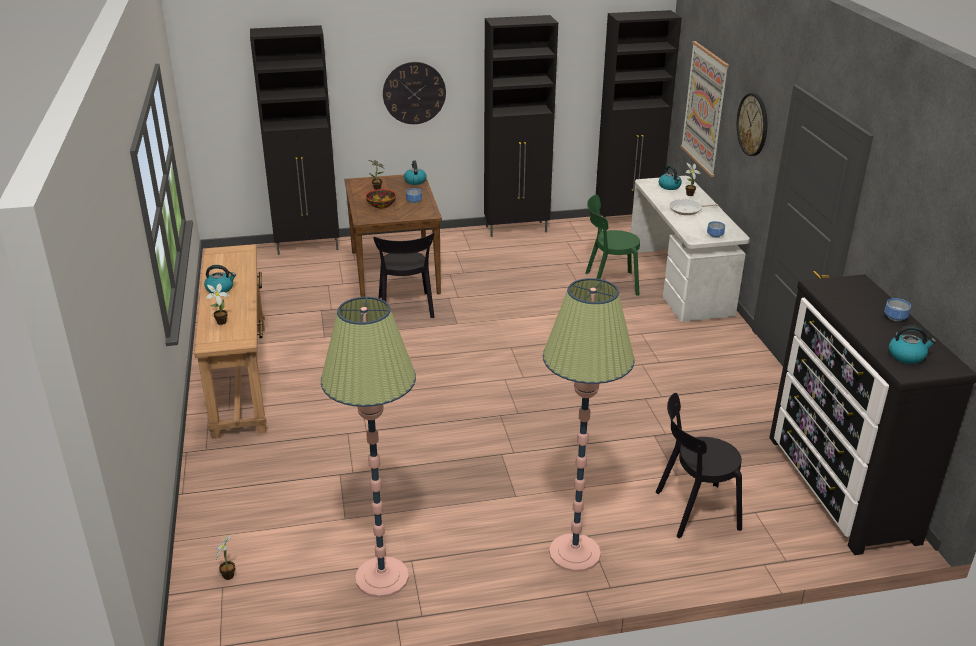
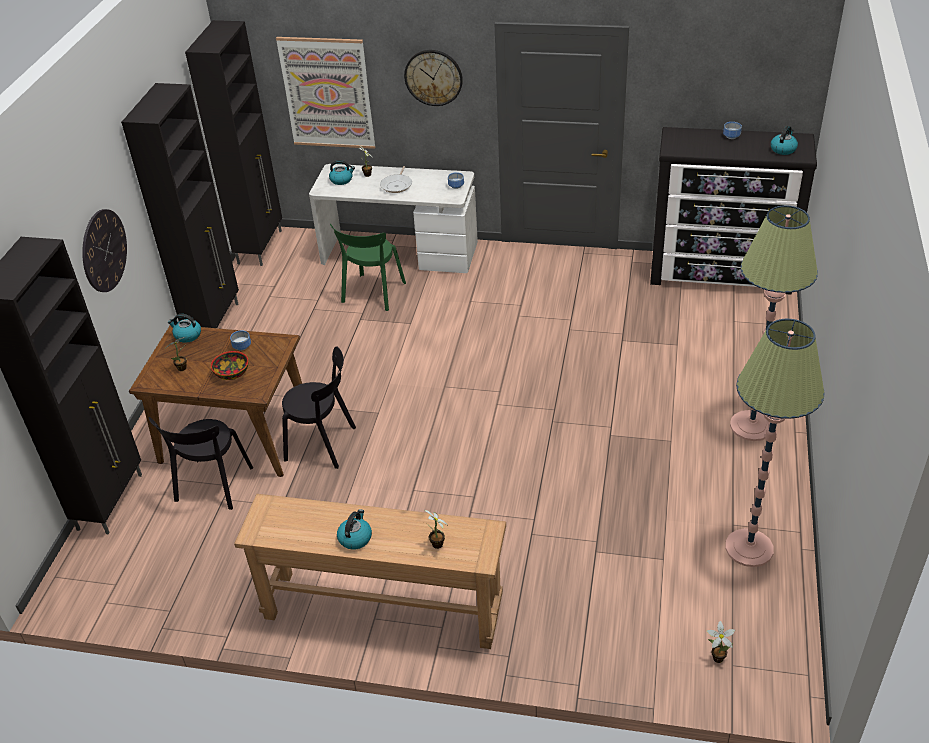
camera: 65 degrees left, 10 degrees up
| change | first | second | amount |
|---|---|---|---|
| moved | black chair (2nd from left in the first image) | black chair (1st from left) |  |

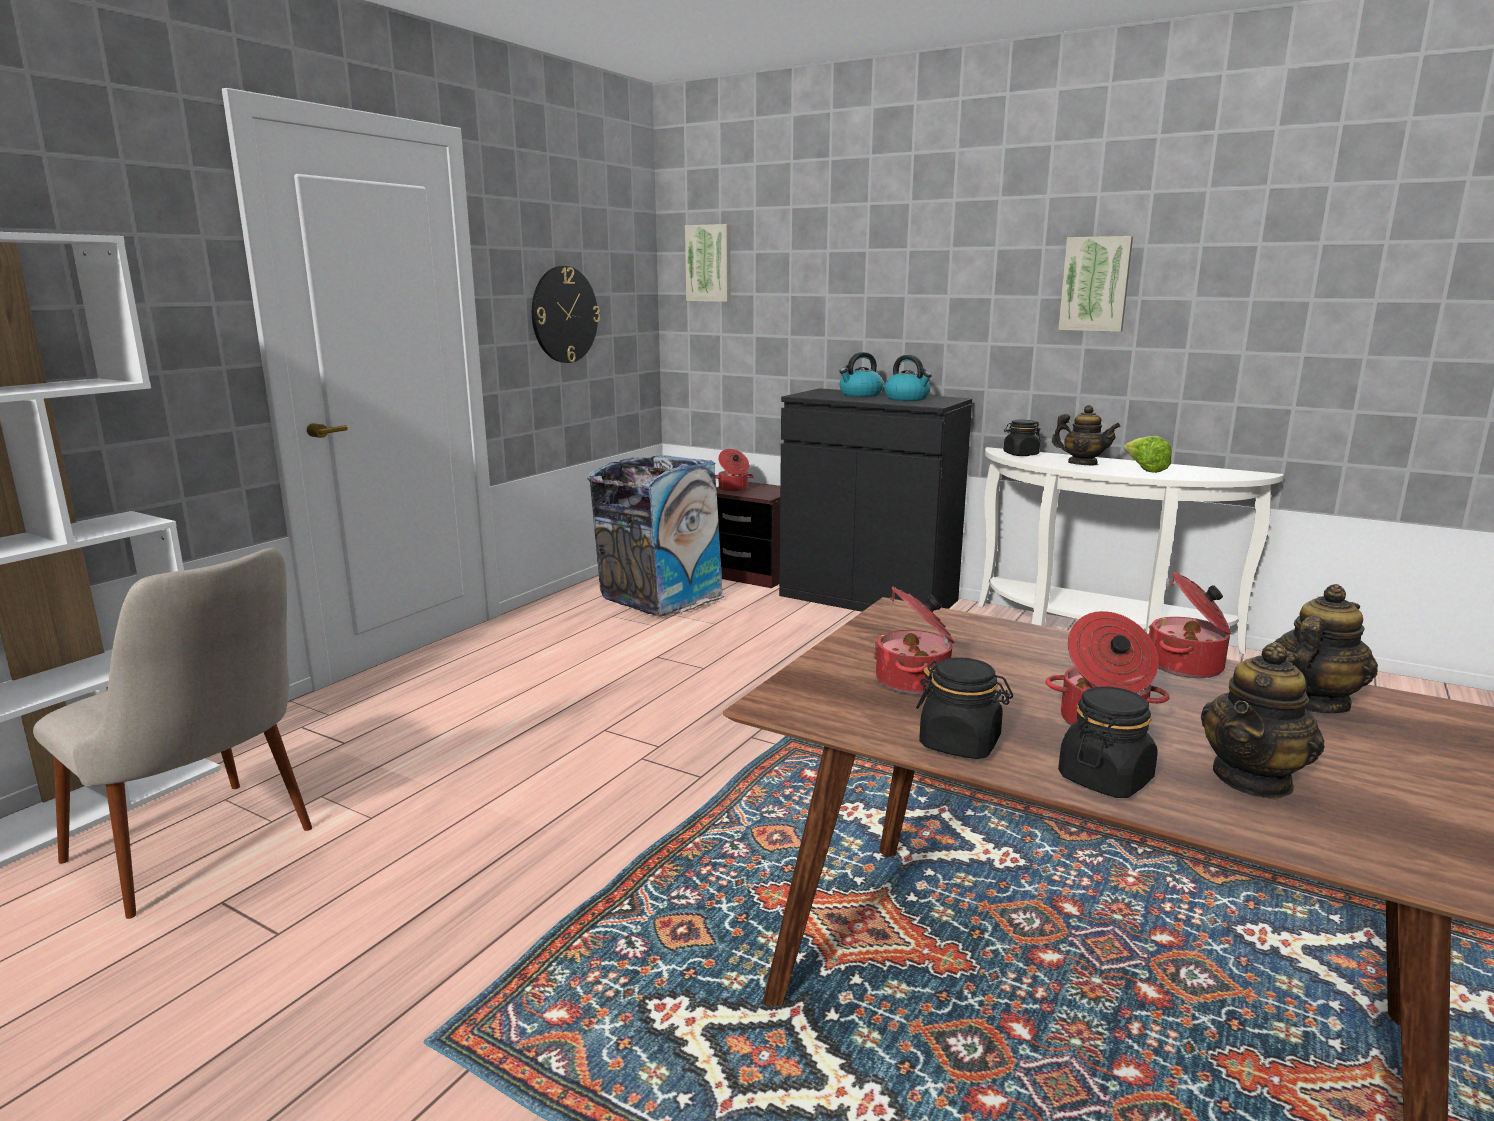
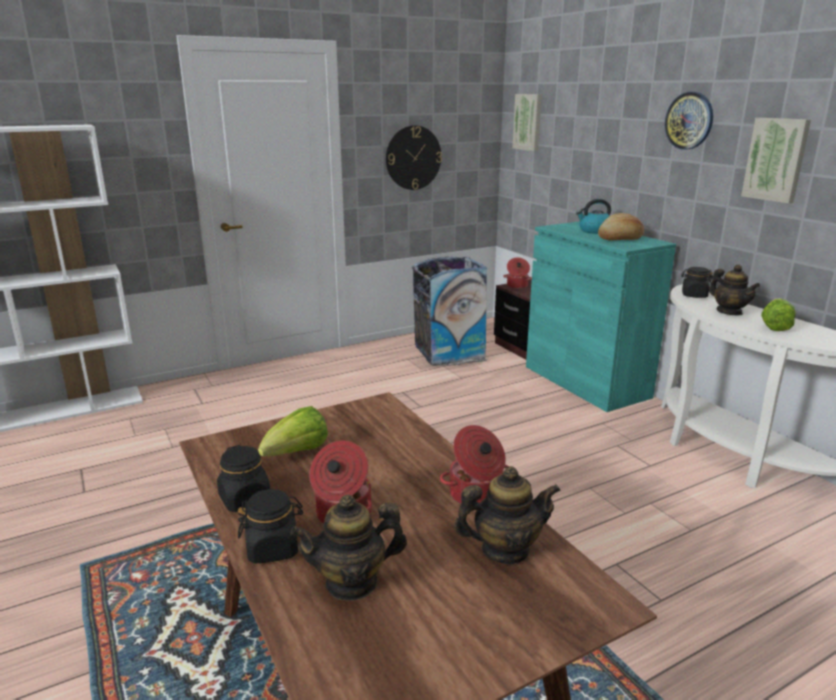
camera: 30 degrees right, 5 degrees up
| change | first | second | amount |
|---|---|---|---|
| replaced | kettle (2nd from left) | bread |  |
| recoloured | black cabinet | turquoise cabinet |  |
| removed | beige chair |  |  |
| replaced | cooking pot (2nd from left) | lettuce (1st from left) |  |
| added |  | wall clock (2nd from left) |  |

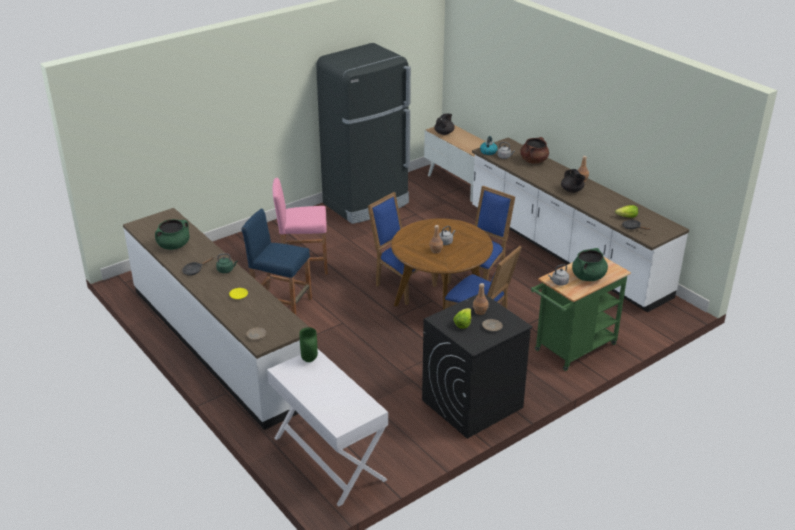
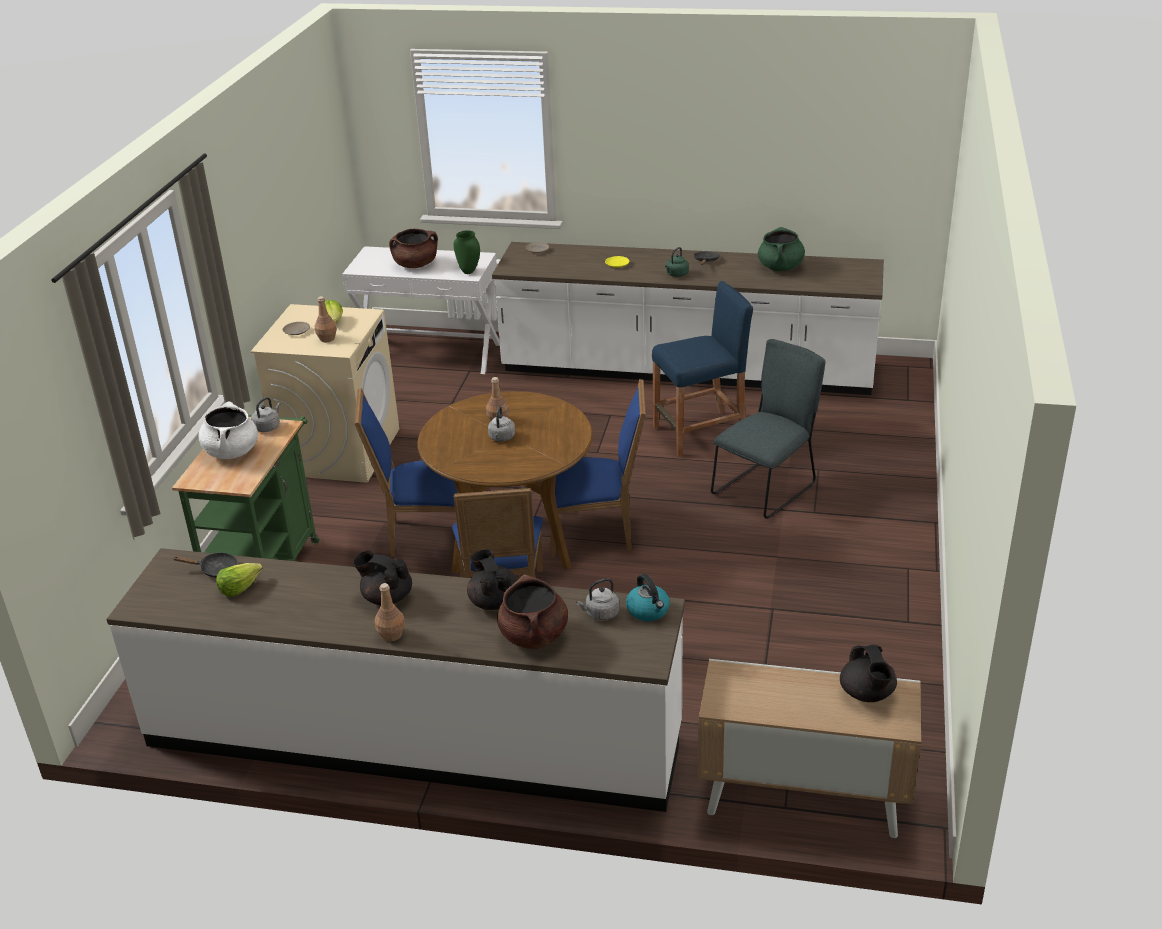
camera: 140 degrees right, 0 degrees up
| change | first | second | amount |
|---|---|---|---|
| removed | black fridge |  |  |
| replaced | pink stool | grey chair |  |
| recoloured | green cooking pot (2nd from left) | white cooking pot |  |
| recoloured | black washing machine | beige washing machine |  |
| added |  | brown cooking pot (1st from left) |  |
| added |  | black teapot (2nd from left) |  |

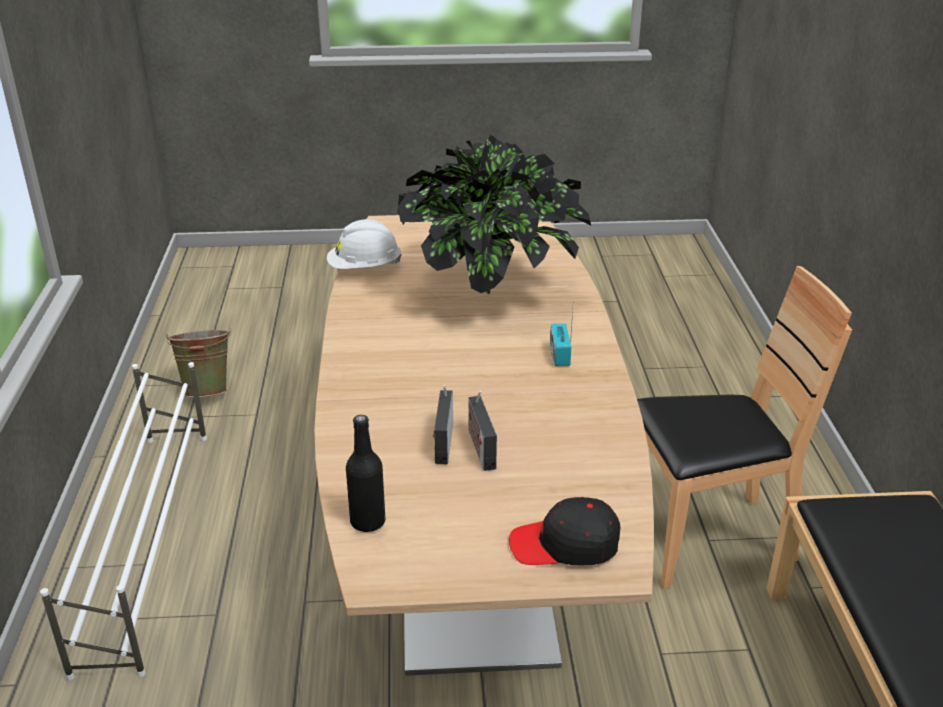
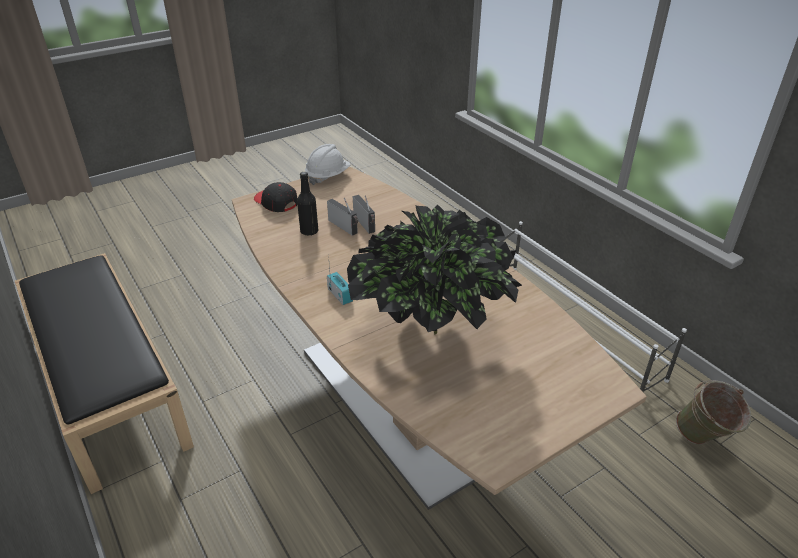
camera: 150 degrees right, 5 degrees up
| change | first | second | amount |
|---|---|---|---|
| moved | white hard hat |  |  |
| removed | brown chair |  |  |
| moved | black bottle |  |  |
| turned | black cap |  | 105 degrees counterclockwise |

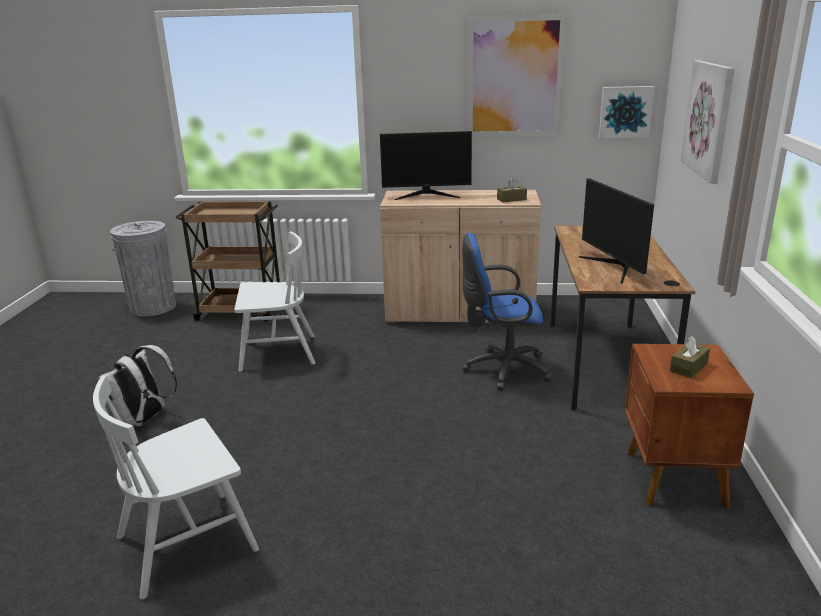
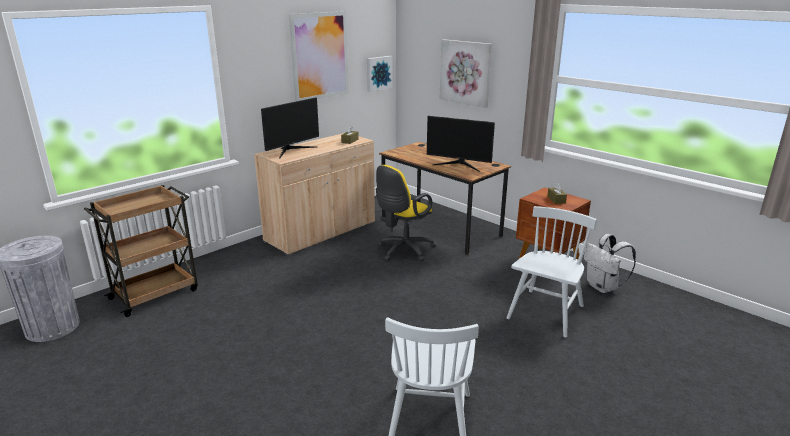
camera: 50 degrees left, 0 degrees up
| change | first | second | amount |
|---|---|---|---|
| moved | white chair (2nd from left) |  |  |
| recoloured | blue office chair | yellow office chair |  |
| moved | white backpack |  |  |

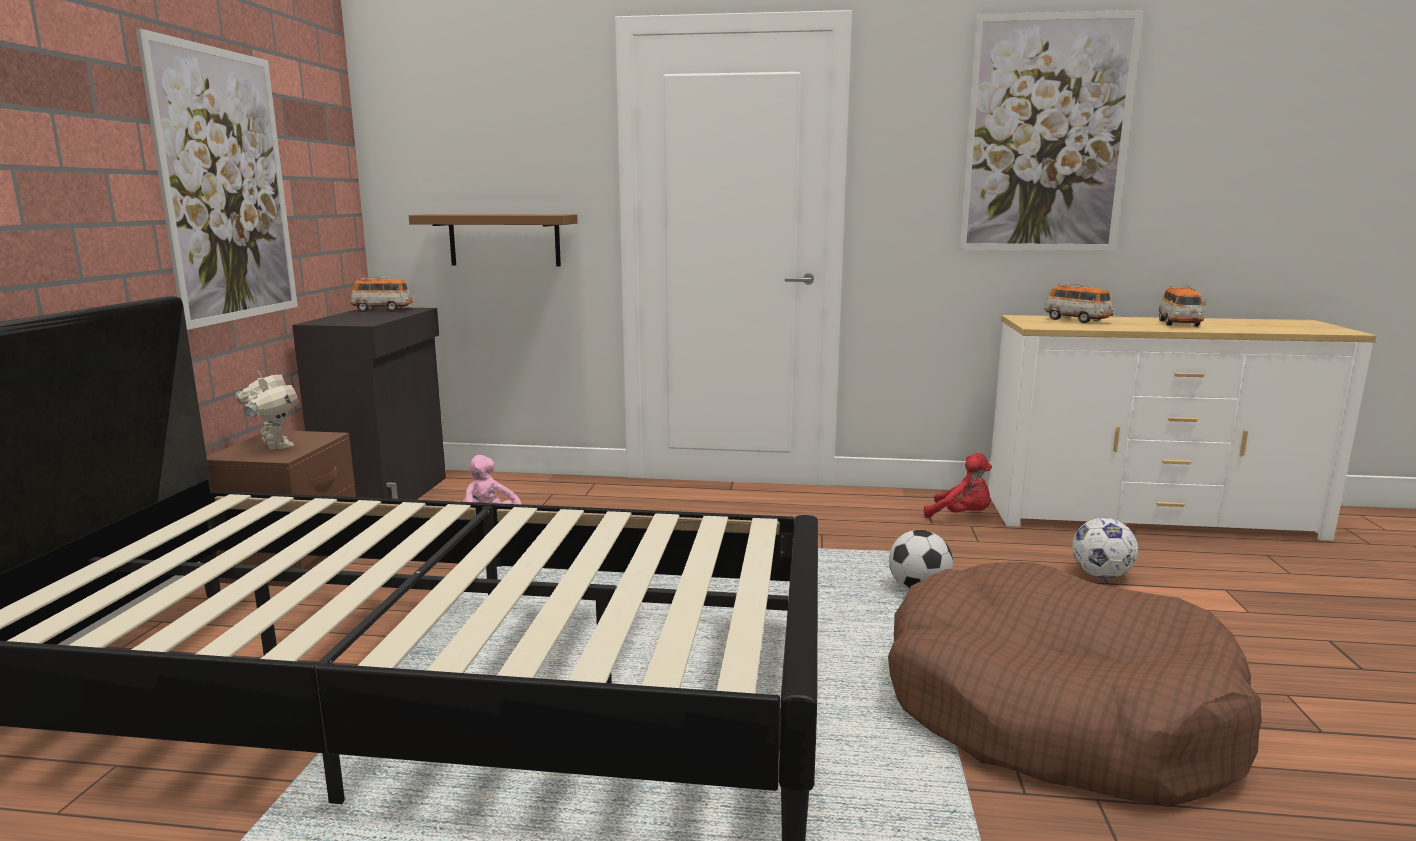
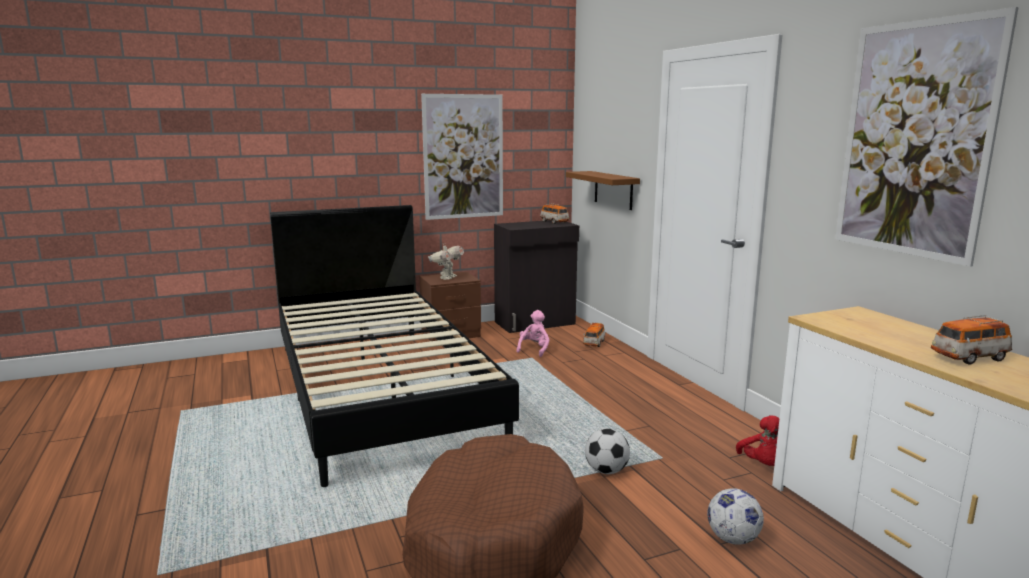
camera: 60 degrees right, 0 degrees up
| change | first | second | amount |
|---|---|---|---|
| moved | toy car (2nd from left) |  |  |

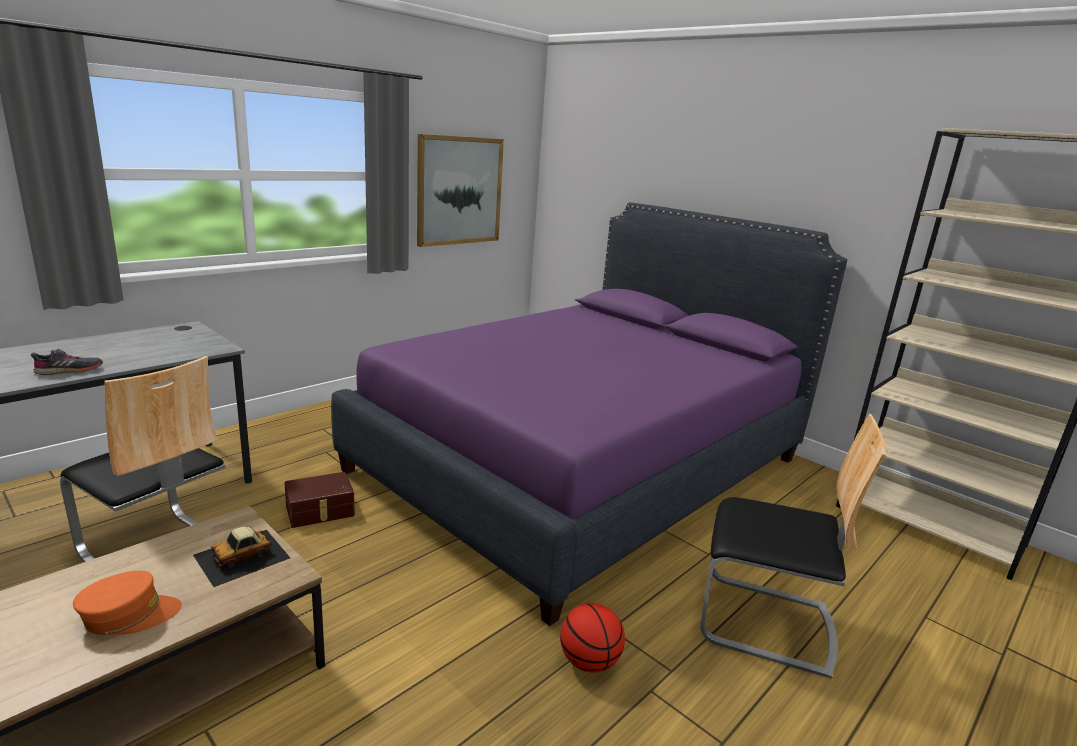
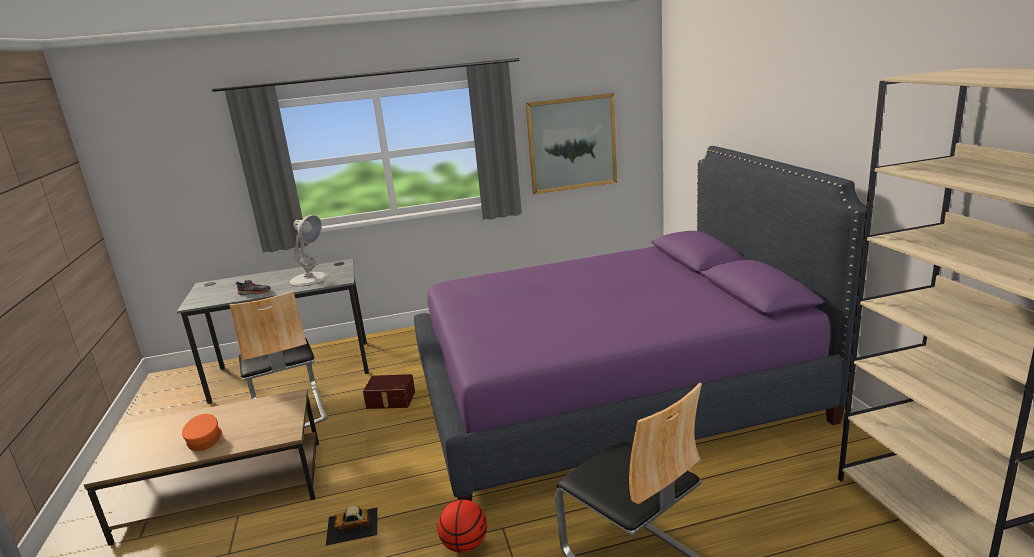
camera: 35 degrees right, 0 degrees up
| change | first | second | amount |
|---|---|---|---|
| moved | toy car |  |  |
| turned | orange cap |  | 120 degrees counterclockwise |
| added |  | white table lamp |  |

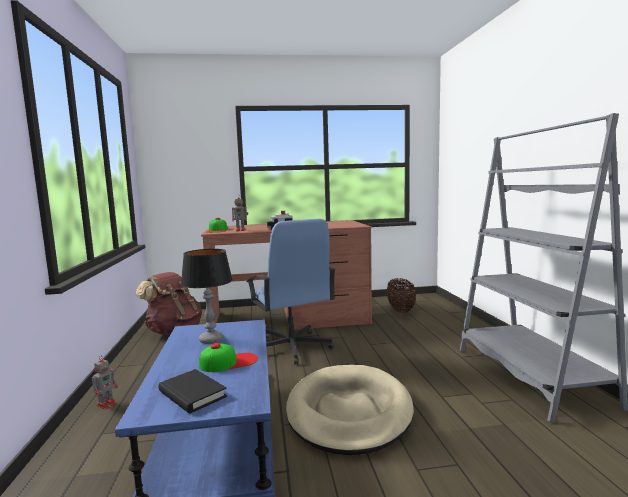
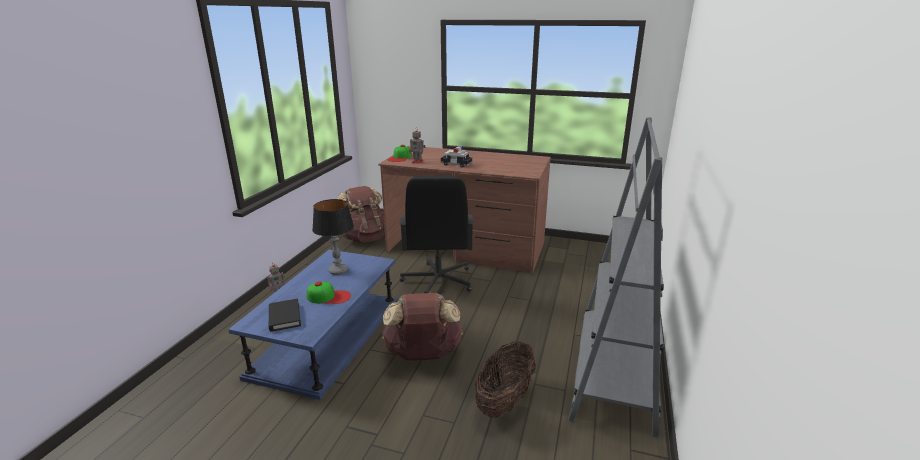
camera: 25 degrees right, 15 degrees up
| change | first | second | amount |
|---|---|---|---|
| recoloured | blue office chair | black office chair |  |
| moved | basket |  |  |
| replaced | beige dog bed | brown backpack (2nd from left) |  |

